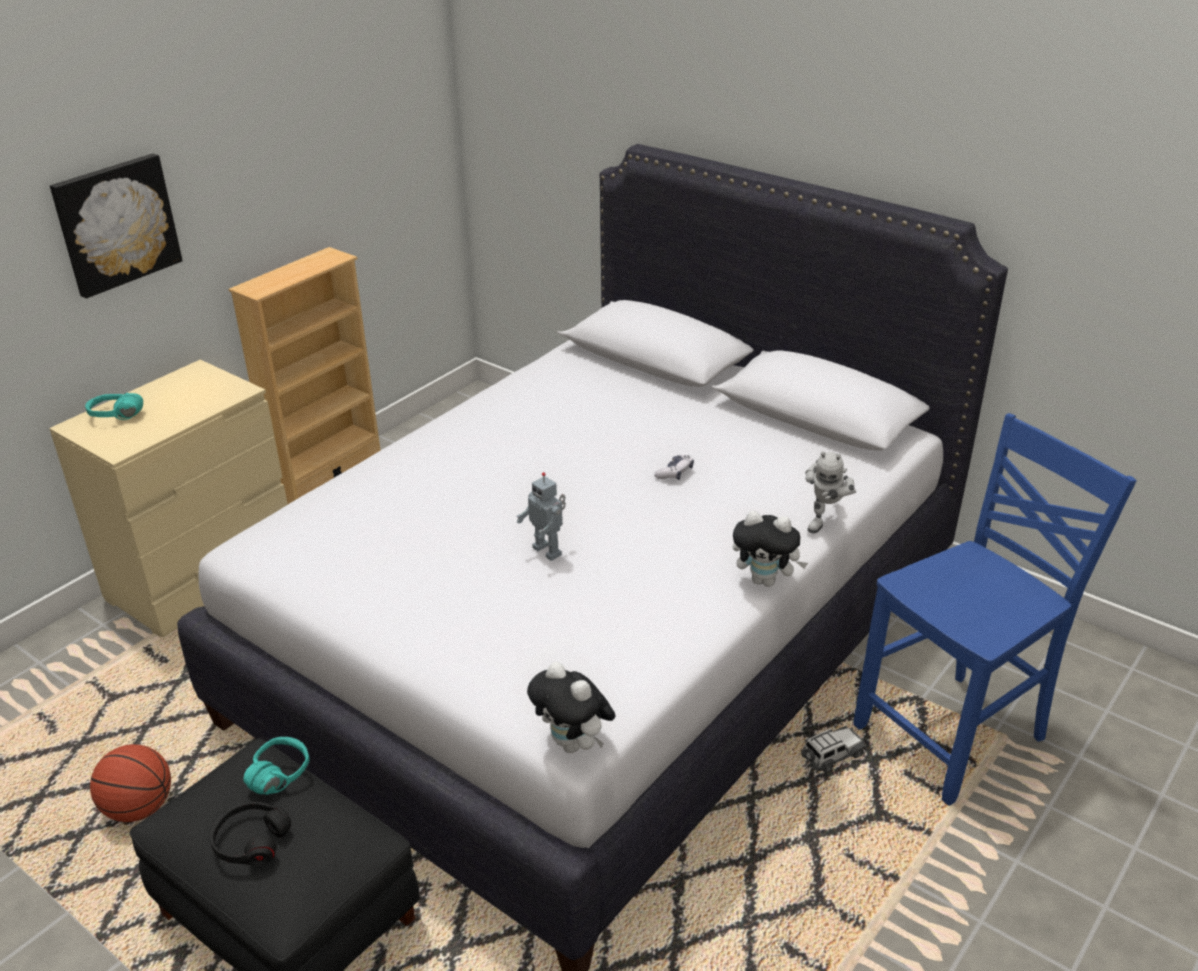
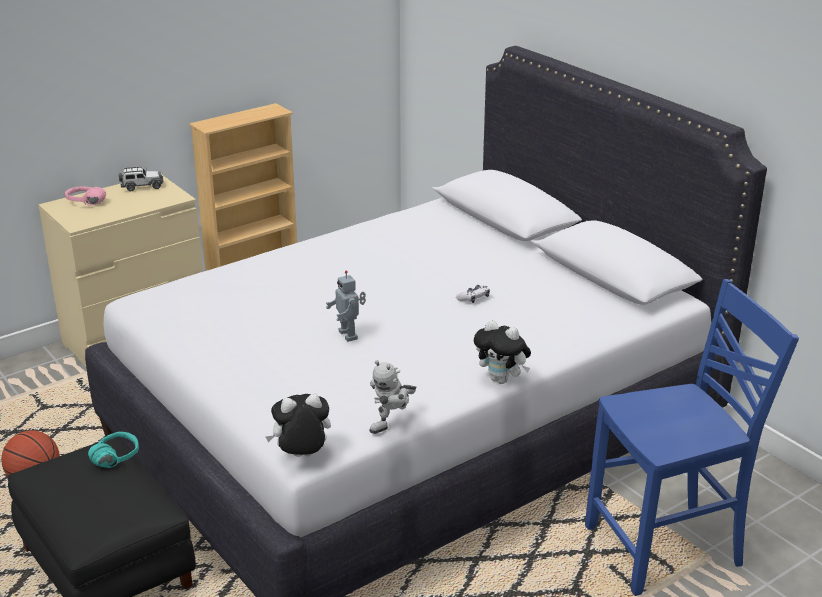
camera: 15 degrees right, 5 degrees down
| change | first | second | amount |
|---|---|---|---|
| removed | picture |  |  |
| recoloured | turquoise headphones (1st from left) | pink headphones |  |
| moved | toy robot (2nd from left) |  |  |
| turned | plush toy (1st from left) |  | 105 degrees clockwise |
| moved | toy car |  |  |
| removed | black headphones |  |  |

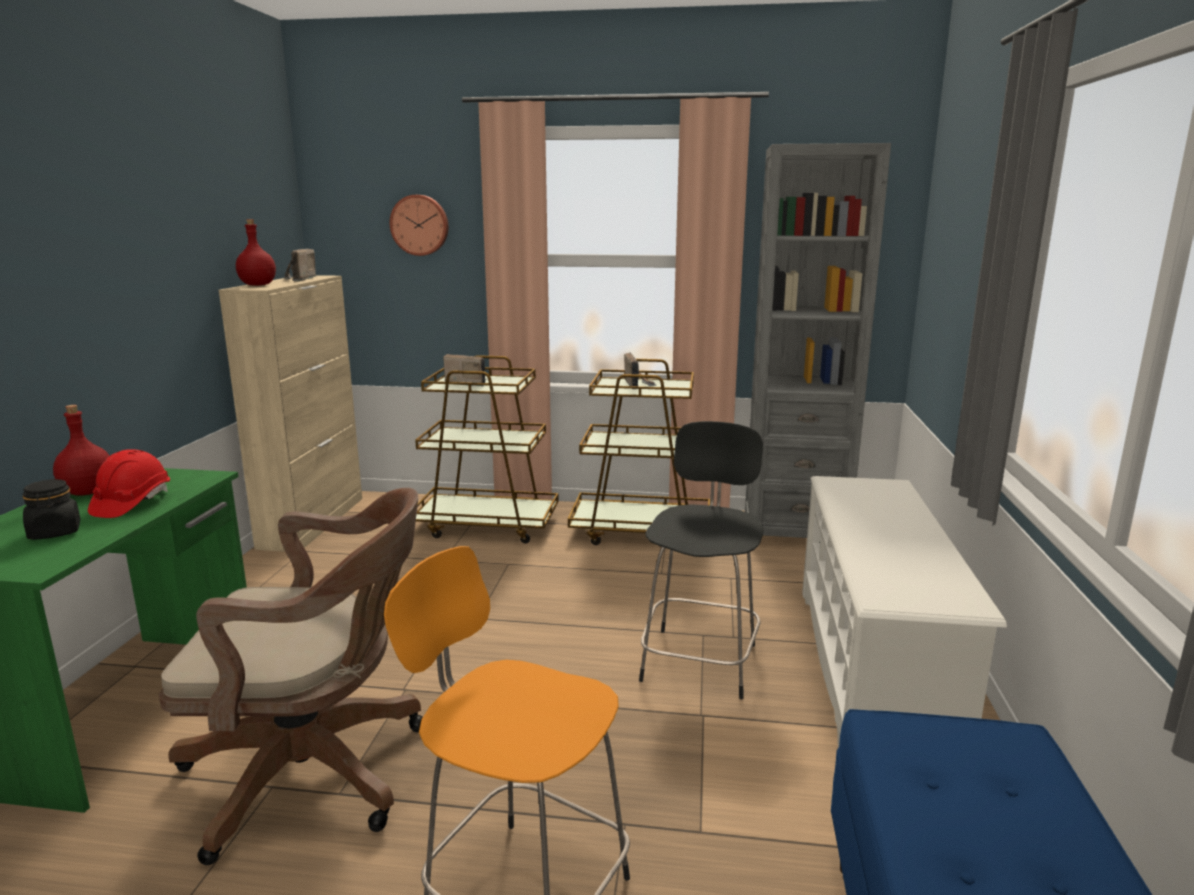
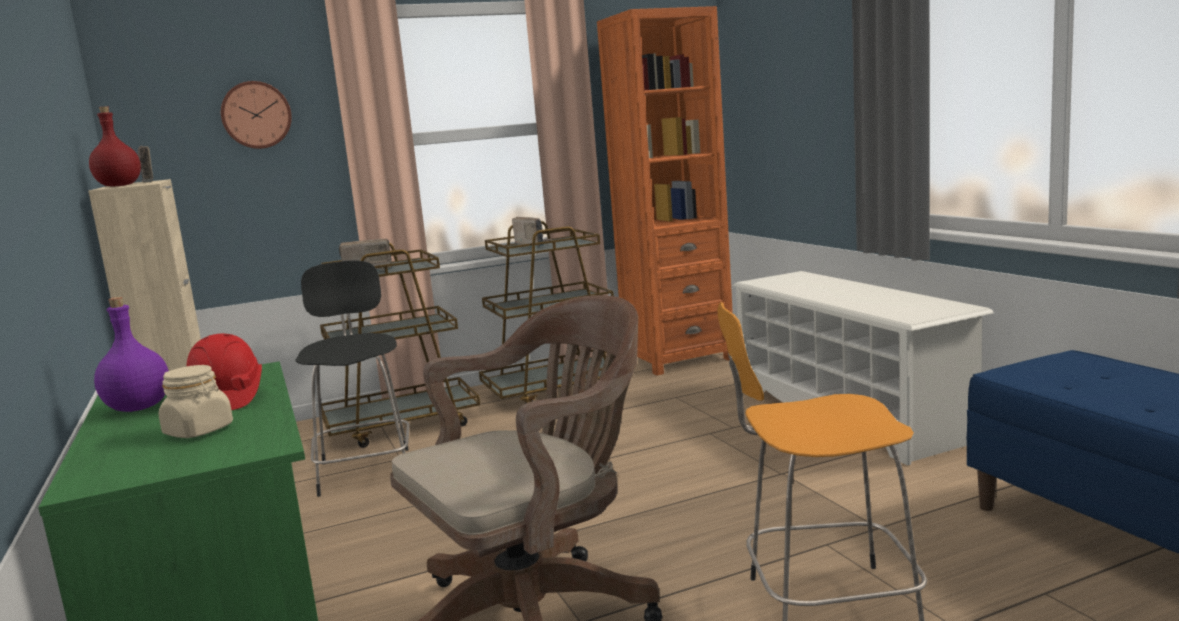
camera: 30 degrees left, 5 degrees down
| change | first | second | amount |
|---|---|---|---|
| recoloured | grey bookcase | orange bookcase |  |
| recoloured | red bottle (1st from left) | purple bottle |  |
| moved | black stool |  |  |
| recoloured | black jar | beige jar |  |

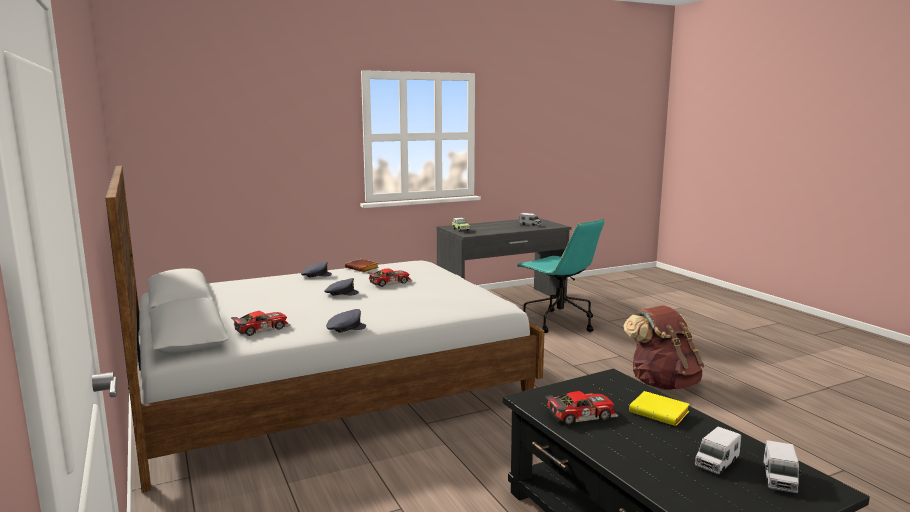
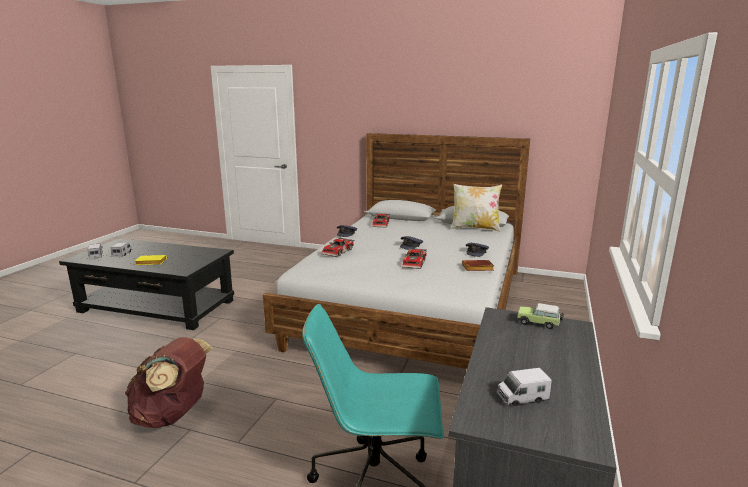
camera: 135 degrees right, 5 degrees up
| change | first | second | amount |
|---|---|---|---|
| moved | toy car (4th from left in the first image) | toy car (1st from left) |  |
| added |  | pillow |  |

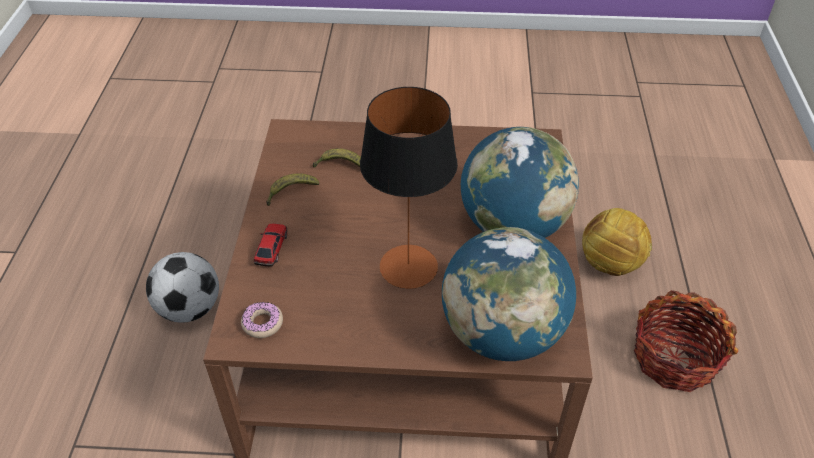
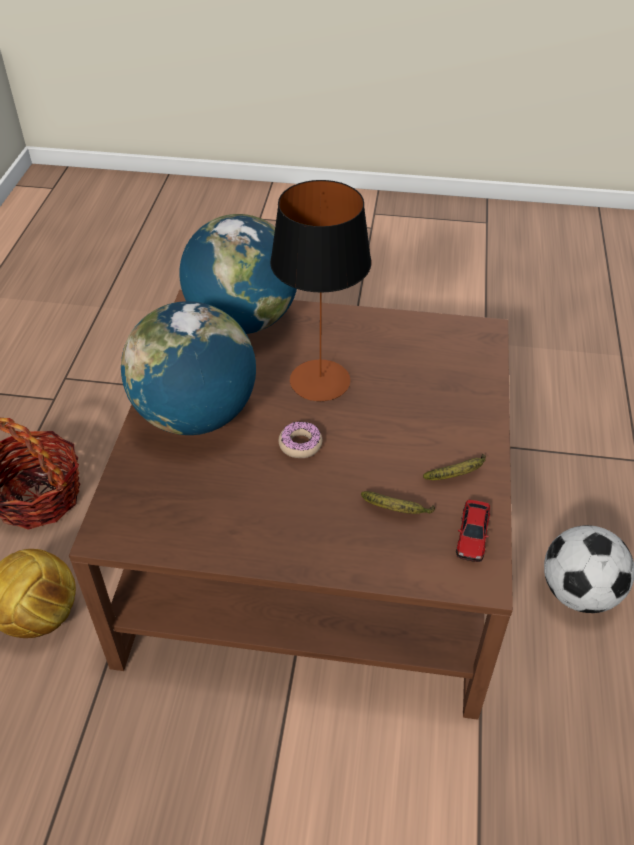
camera: 175 degrees left, 0 degrees up
| change | first | second | amount |
|---|---|---|---|
| moved | toy car |  |  |
| moved | donut |  |  |

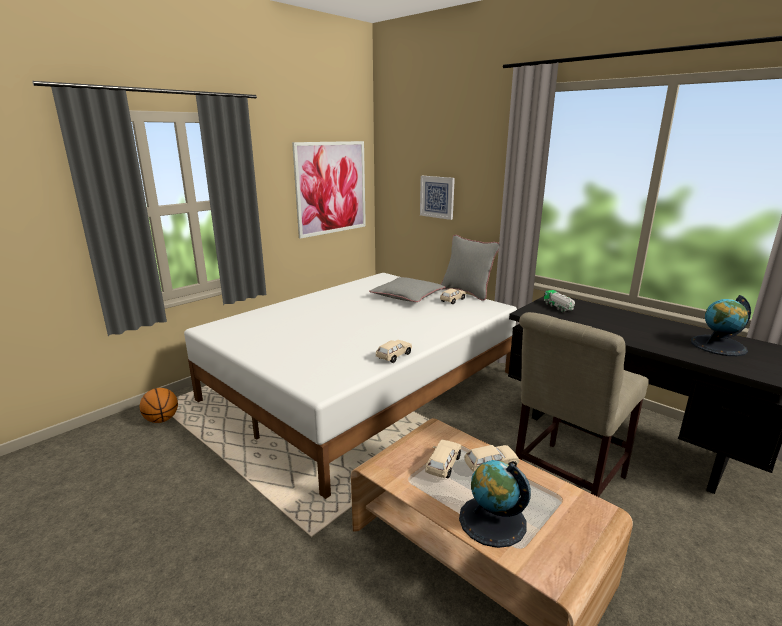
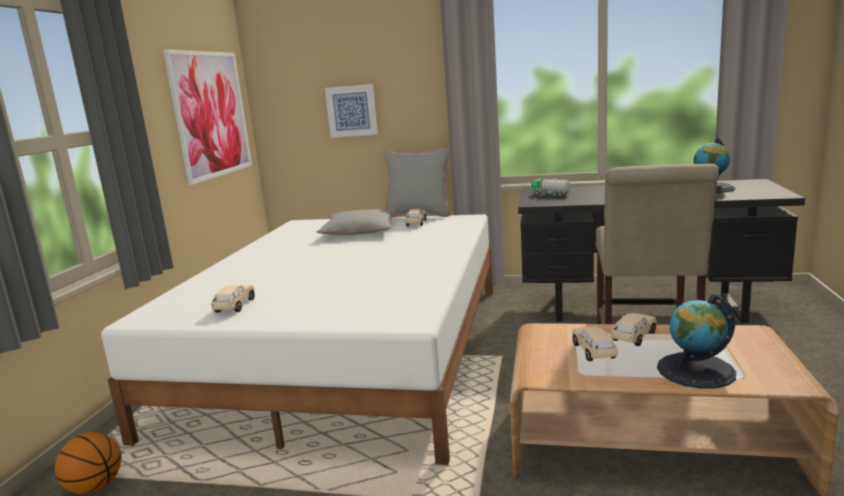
camera: 30 degrees left, 5 degrees down
| change | first | second | amount |
|---|---|---|---|
| moved | beige toy car (1st from left) |  |  |

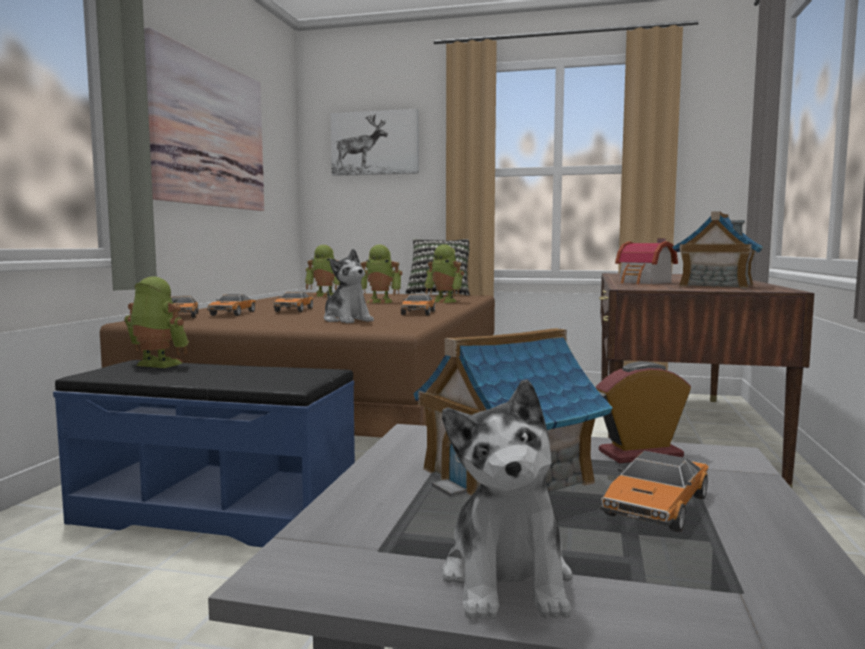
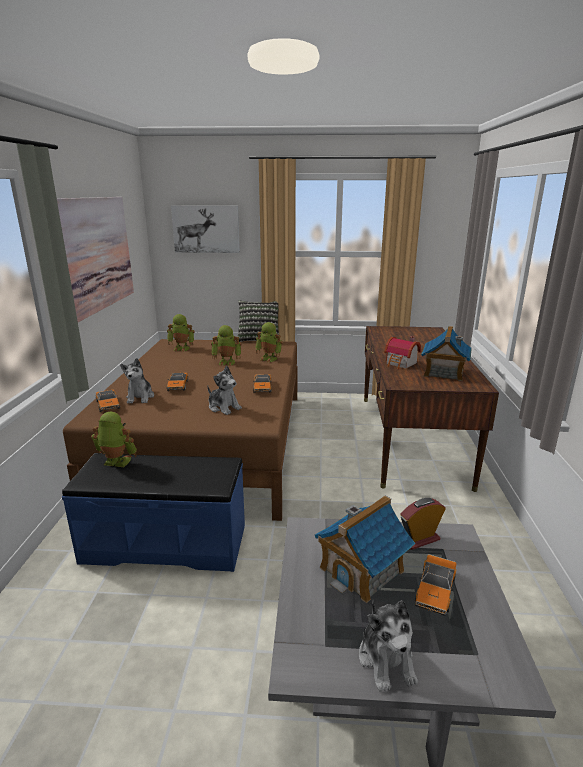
camera: 10 degrees left, 15 degrees up
| change | first | second | amount |
|---|---|---|---|
| replaced | toy car (2nd from left) | plush toy (1st from left) |  |

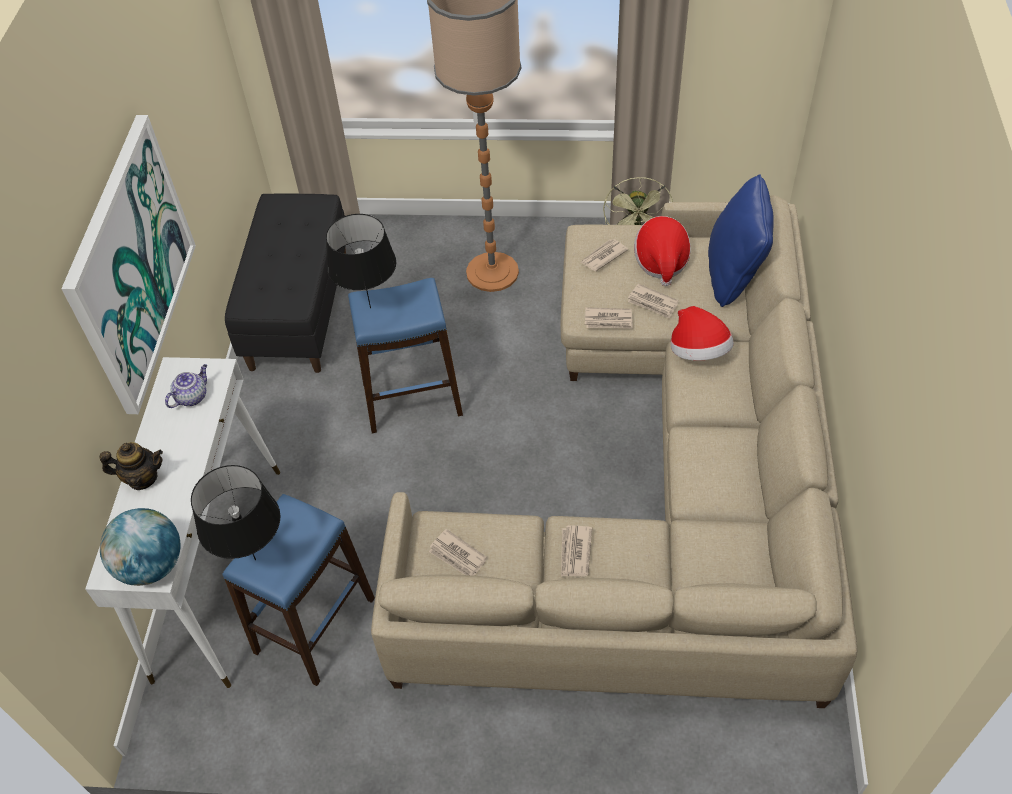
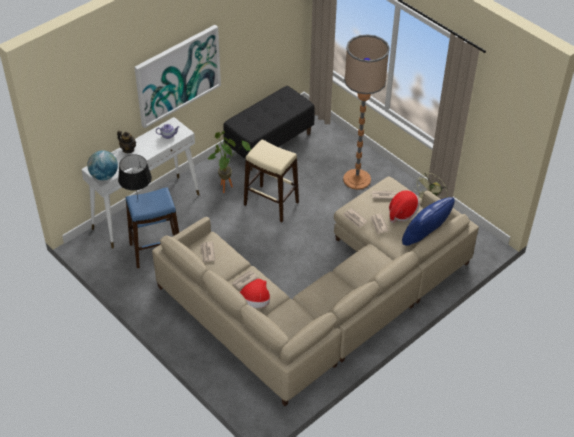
camera: 40 degrees right, 5 degrees down
| change | first | second | amount |
|---|---|---|---|
| removed | black table lamp (2nd from left) |  |  |
| recoloured | blue stool (2nd from left) | beige stool |  |
| moved | hat (2nd from left in the first image) | hat (1st from left) |  |
| added |  | potted plant |  |

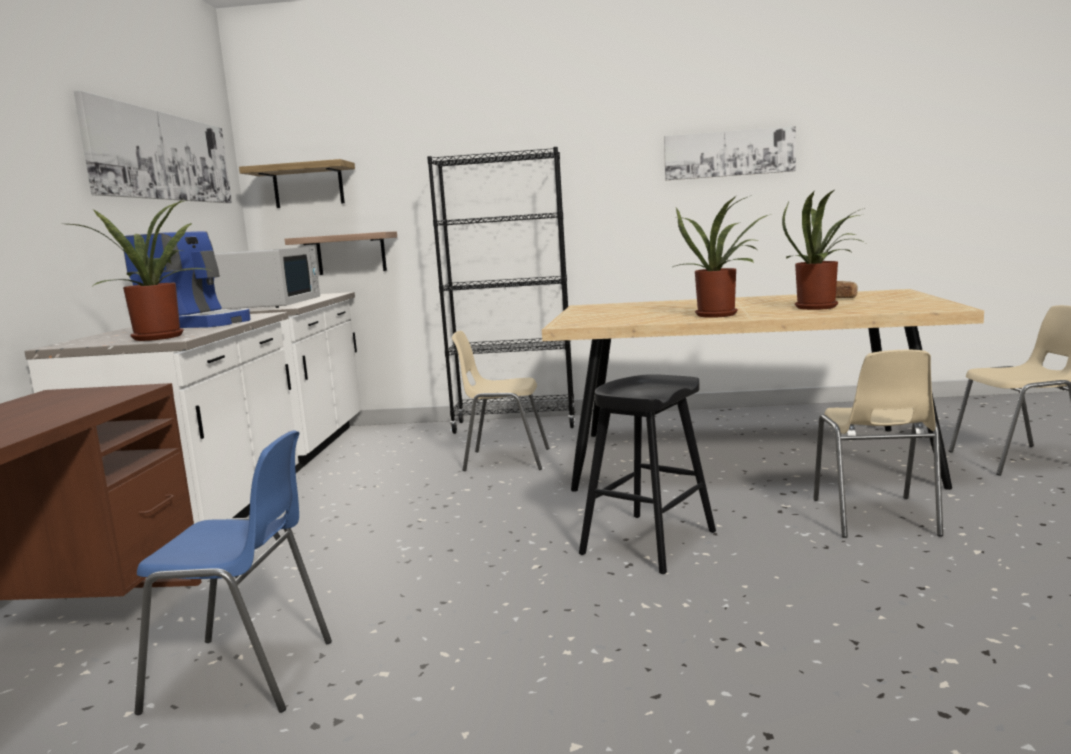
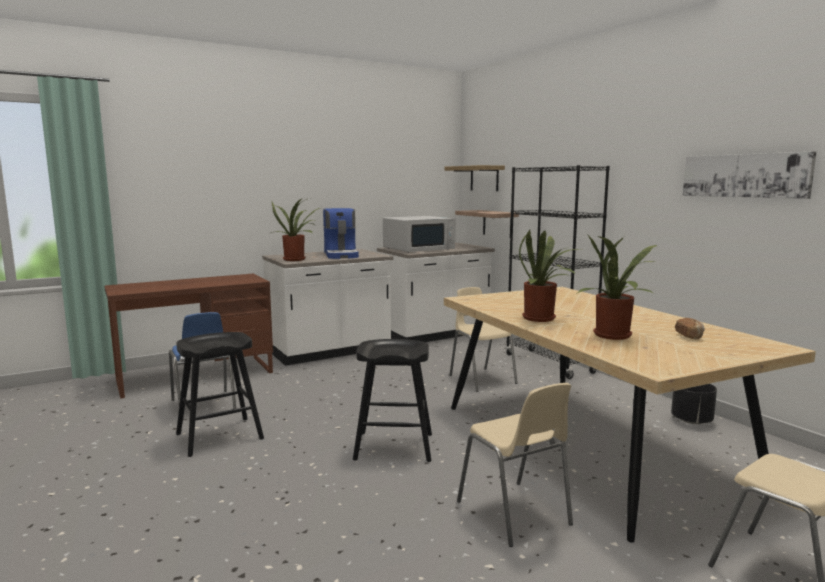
camera: 55 degrees right, 0 degrees up
| change | first | second | amount |
|---|---|---|---|
| removed | picture (1st from left) |  |  |
| turned | beige chair (2nd from left) |  | 90 degrees counterclockwise |
| added |  | black stool (1st from left) |  |
| added |  | black planter |  |

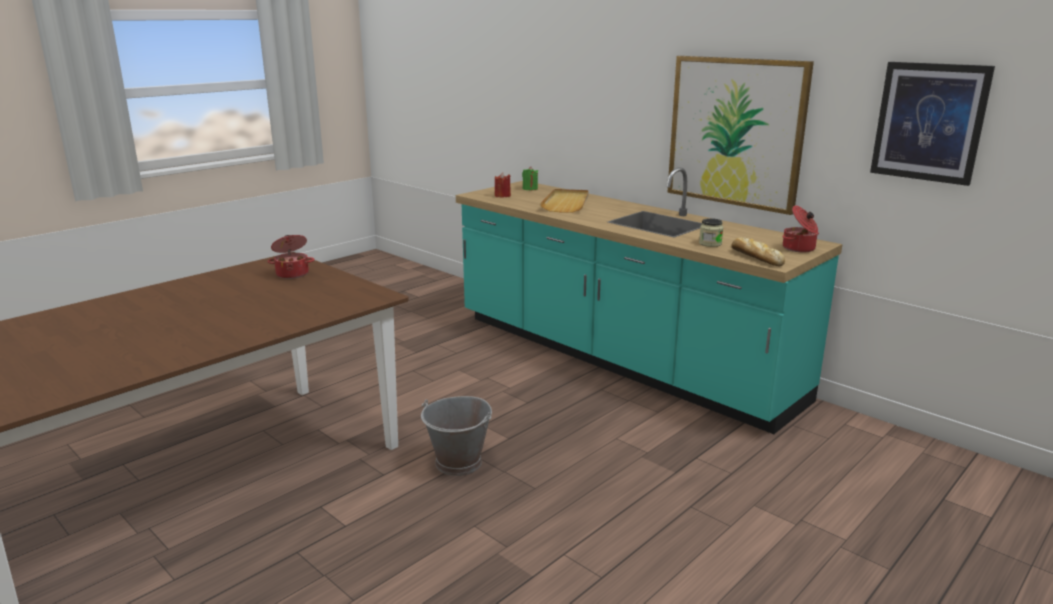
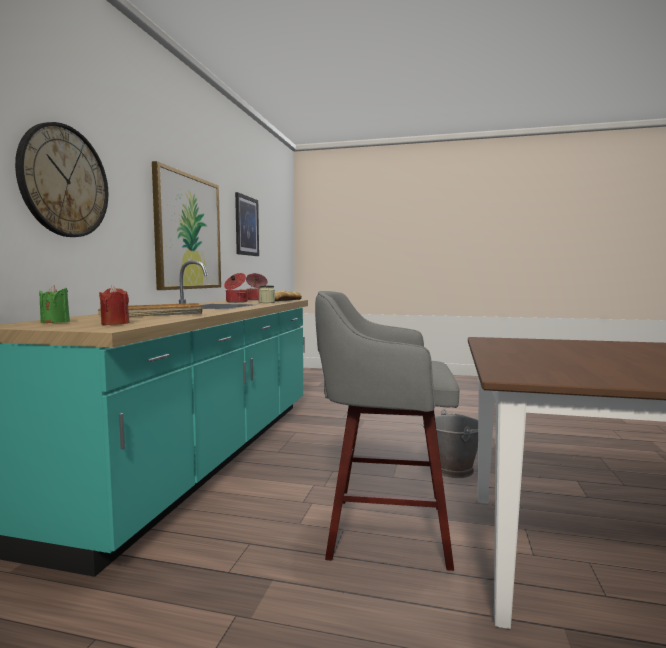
camera: 120 degrees left, 15 degrees down
| change | first | second | amount |
|---|---|---|---|
| moved | cooking pot (1st from left) |  |  |
| added |  | wall clock |  |
| added |  | grey stool |  |

